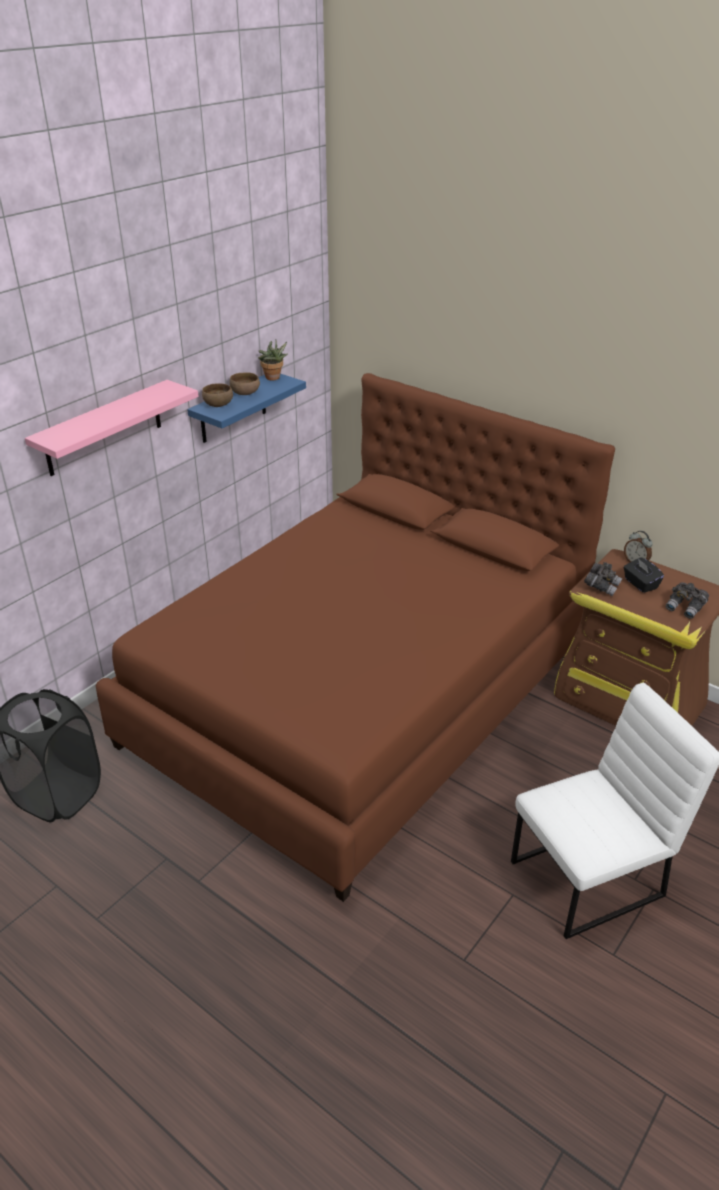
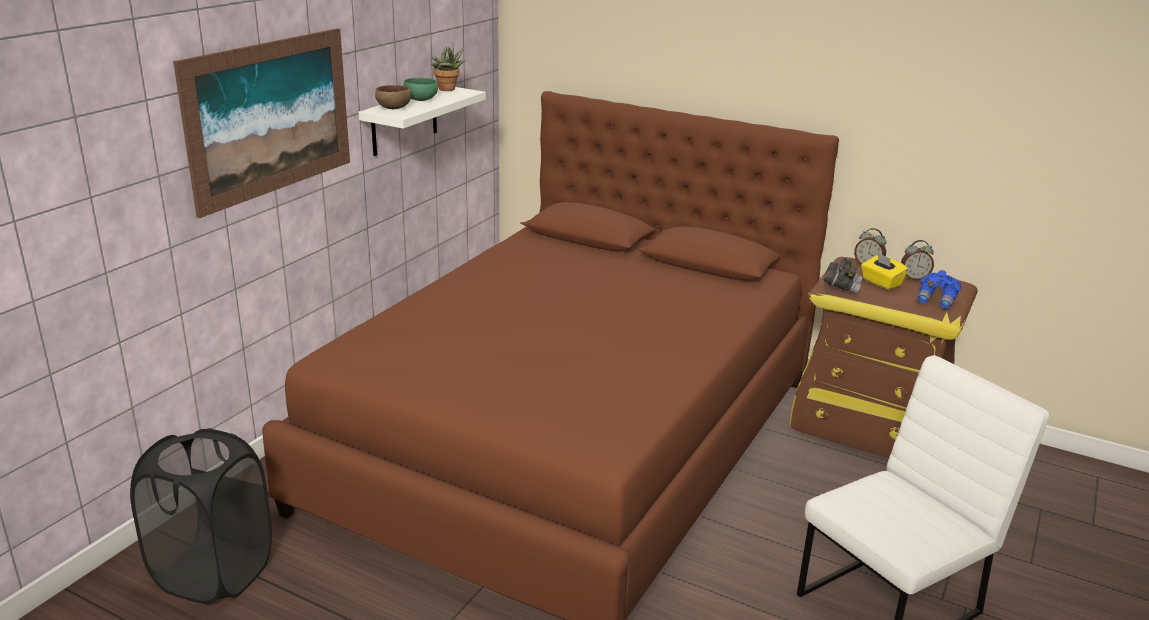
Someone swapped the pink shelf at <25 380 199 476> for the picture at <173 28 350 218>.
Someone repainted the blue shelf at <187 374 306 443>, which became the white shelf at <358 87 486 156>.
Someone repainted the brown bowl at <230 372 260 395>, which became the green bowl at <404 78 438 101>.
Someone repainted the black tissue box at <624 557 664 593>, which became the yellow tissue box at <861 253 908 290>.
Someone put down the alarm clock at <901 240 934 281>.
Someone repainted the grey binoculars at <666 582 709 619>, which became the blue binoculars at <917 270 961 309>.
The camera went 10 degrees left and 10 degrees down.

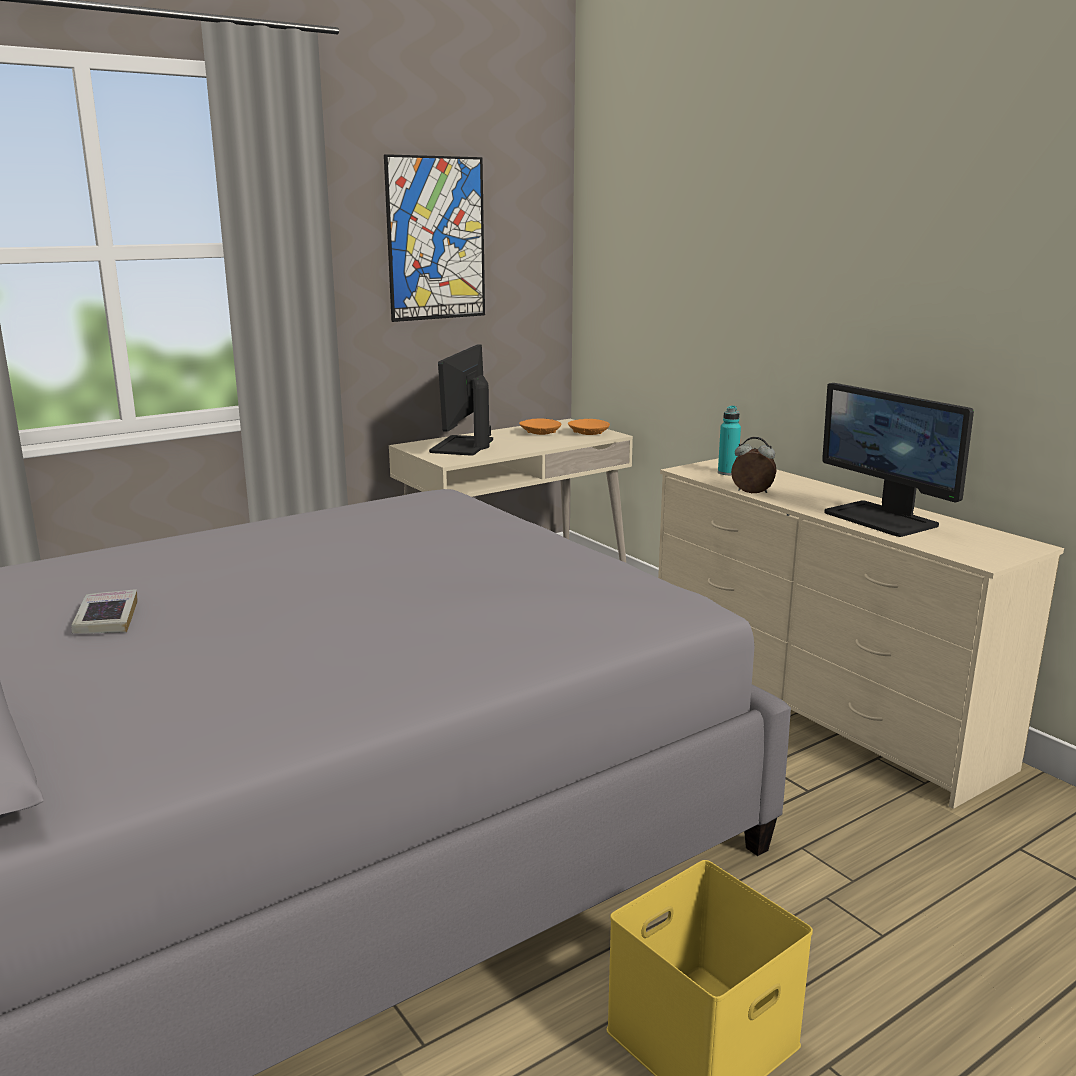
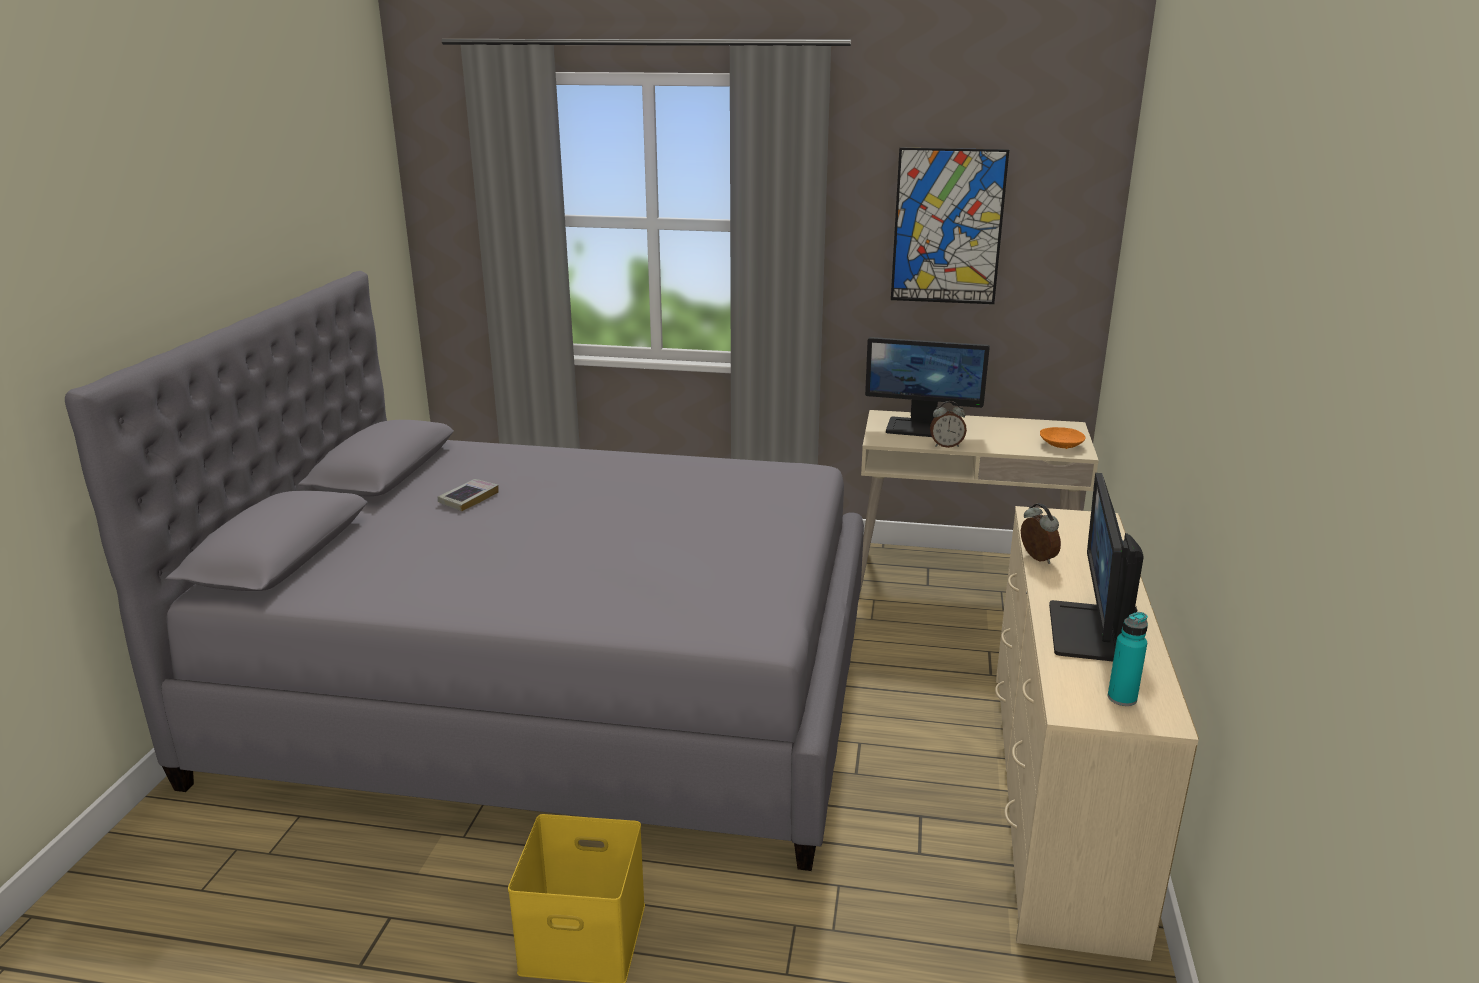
Someone rotated the monitor at <429 345 493 456> by 135 degrees counterclockwise.
Someone put down the alarm clock at <930 401 967 448>.
Someone carried the turquoise bottle from <718 405 741 475> to <1108 612 1148 706>.
Someone took away the orange bowl at <519 418 562 435>.
The camera went 45 degrees right and 5 degrees up.

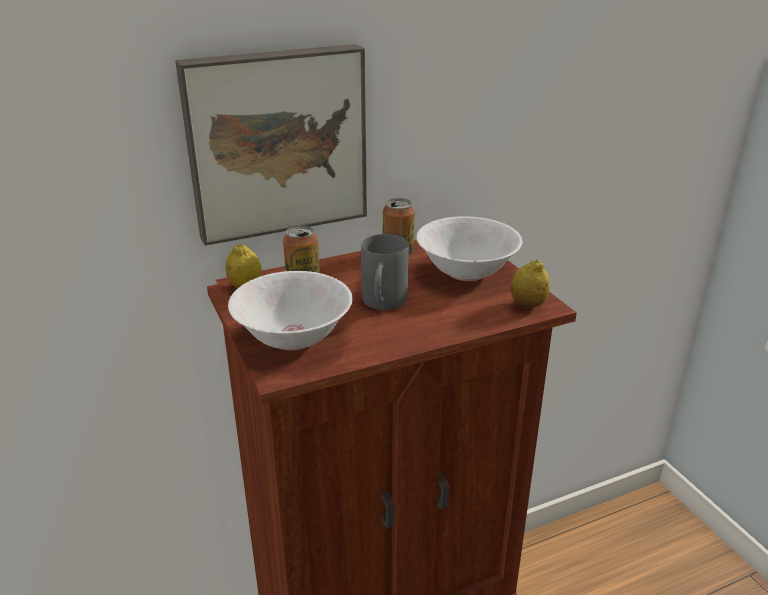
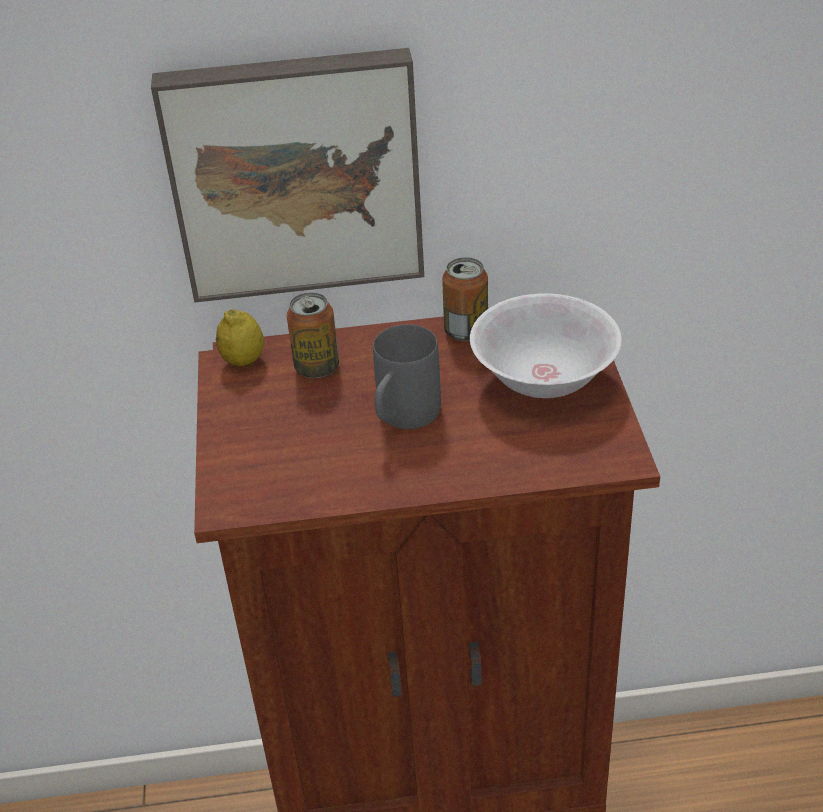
Someone took away the white bowl at <228 271 353 351>.
Someone took away the lemon at <511 259 550 308>.
The camera went 20 degrees right and 10 degrees up.

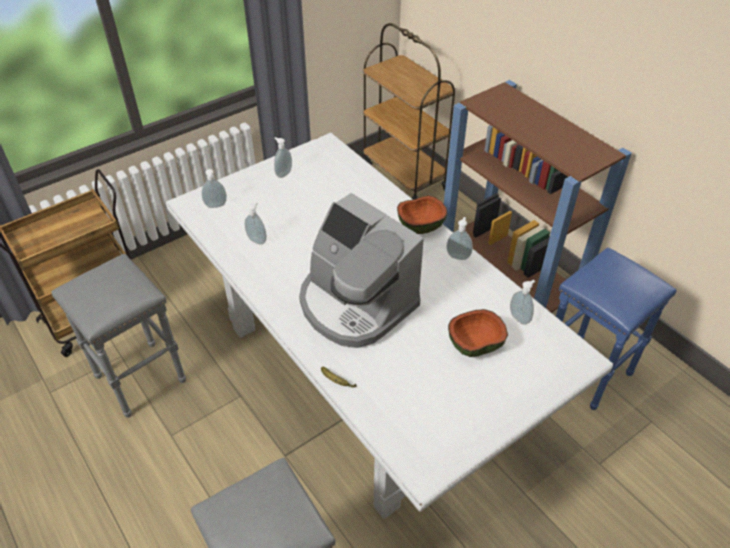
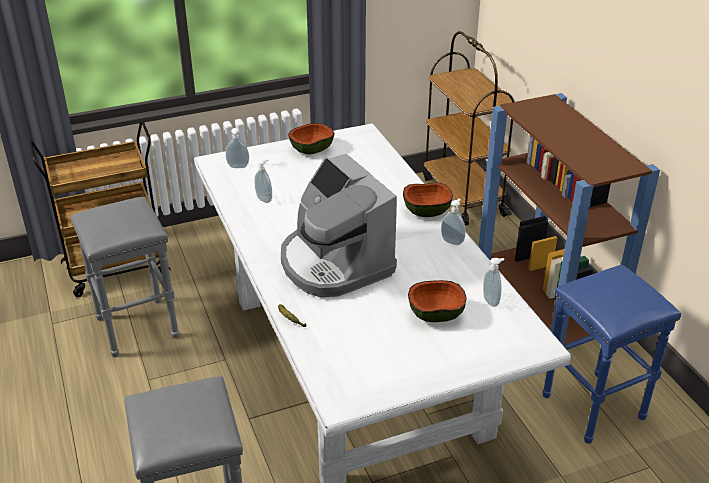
Someone swapped the soap dispenser at <274 137 292 178> for the bowl at <288 123 334 154>.
The camera went 15 degrees right and 10 degrees down.

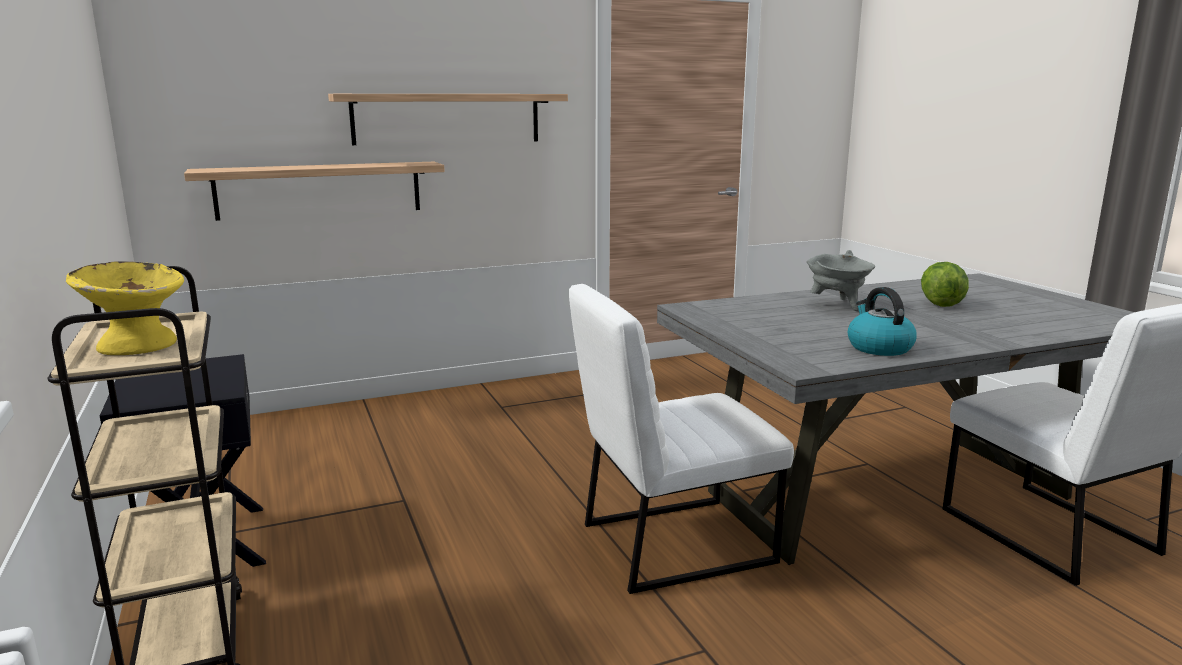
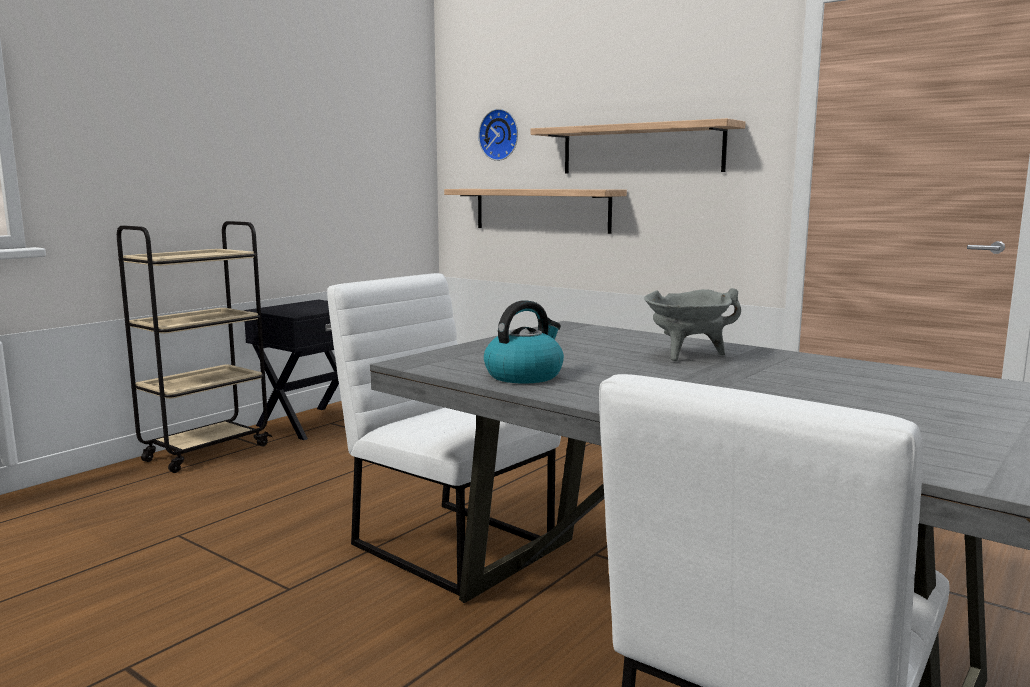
Someone put up the wall clock at <478 109 518 161>.
Someone took away the yellow bowl at <66 261 184 355>.
Someone took away the lettuce at <921 262 969 307>.
The camera went 60 degrees right and 5 degrees down.

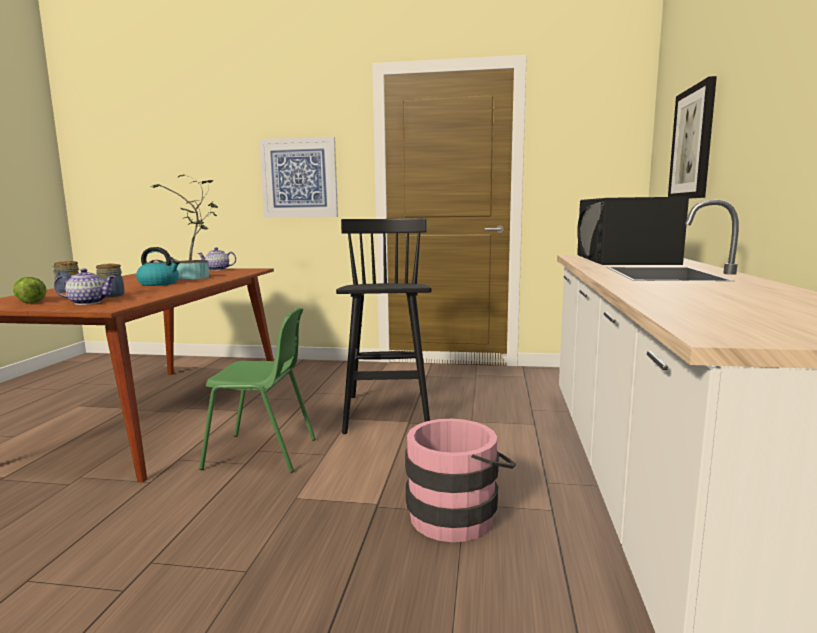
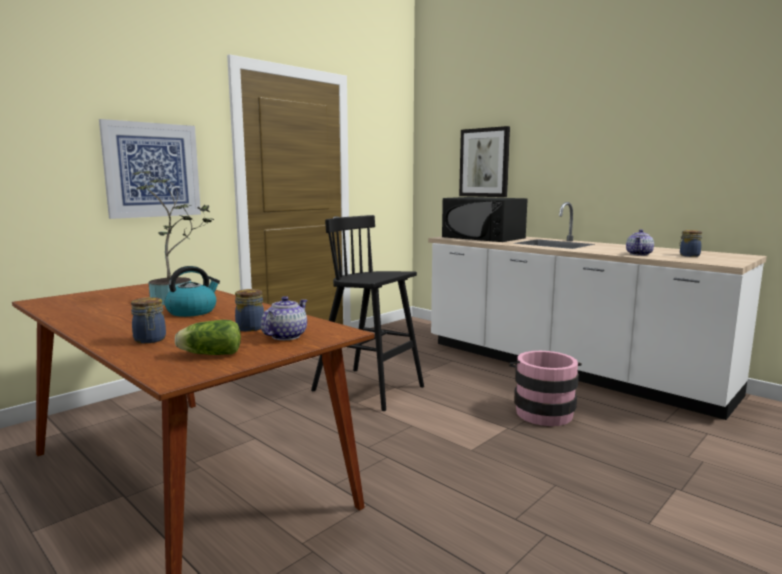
Someone carried the teapot from <197 247 236 271> to <626 229 654 256>.
Someone put down the jar at <679 230 702 257>.
Someone took away the green chair at <199 308 316 473>.
The camera went 55 degrees left and 0 degrees up.

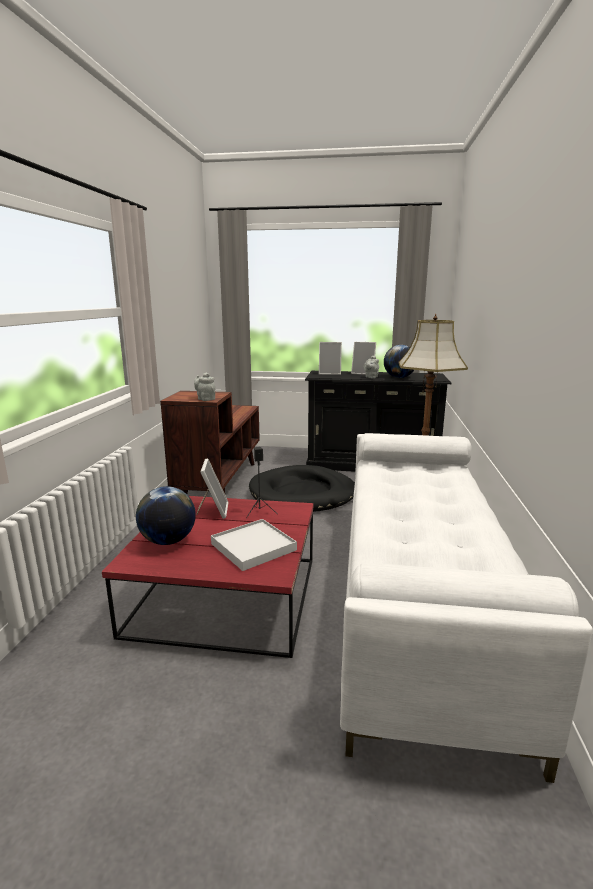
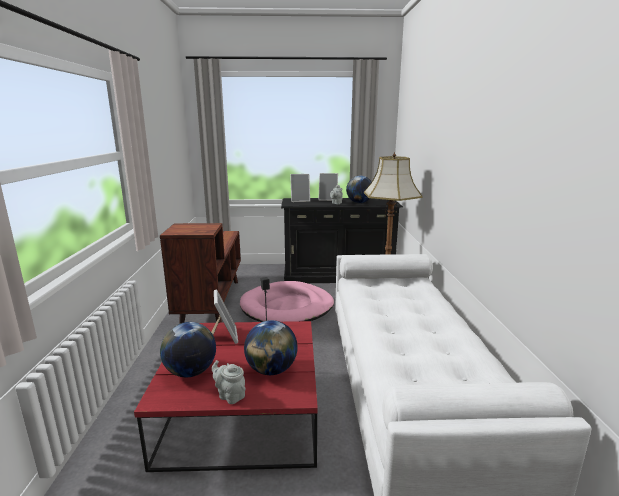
Someone carried the grey teapot from <194 373 215 401> to <212 360 246 404>.
Someone repainted the black dog bed at <249 465 355 512>, which became the pink dog bed at <240 281 334 322>.
Someone swapped the white tray at <211 519 297 571> for the globe at <244 320 298 375>.
The camera went 10 degrees left and 0 degrees up.

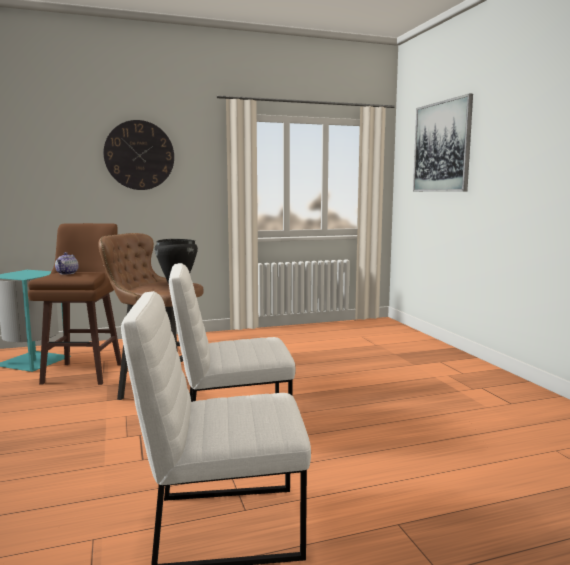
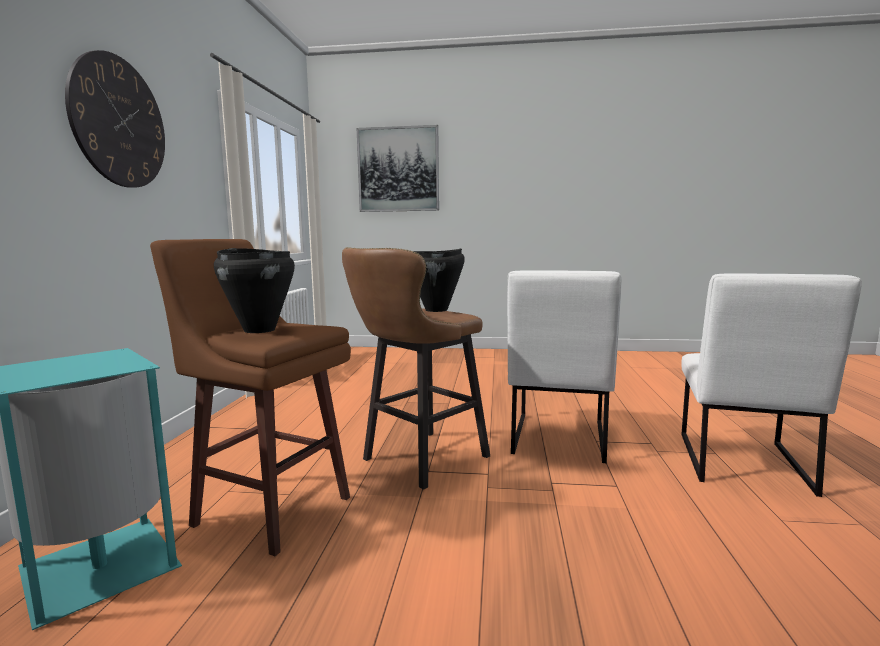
Someone swapped the teapot at <55 252 78 274> for the black cooking pot at <214 248 295 333>.
The camera went 65 degrees left and 0 degrees up.

